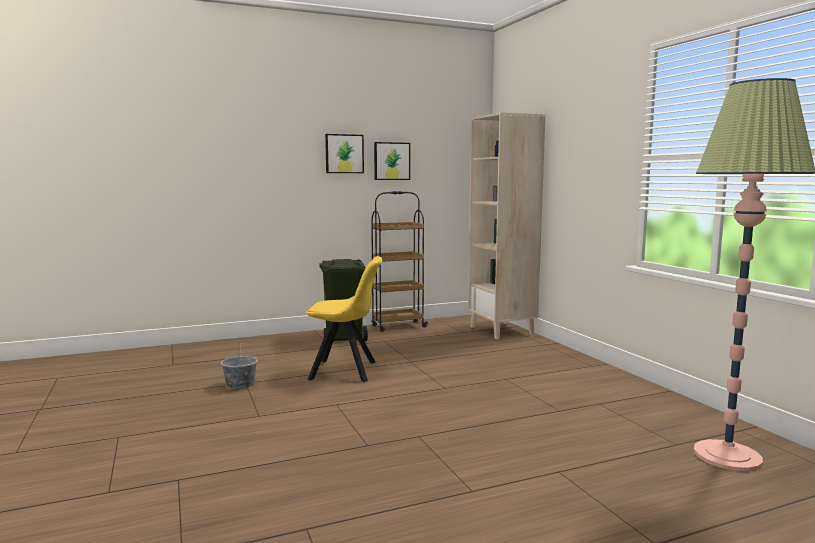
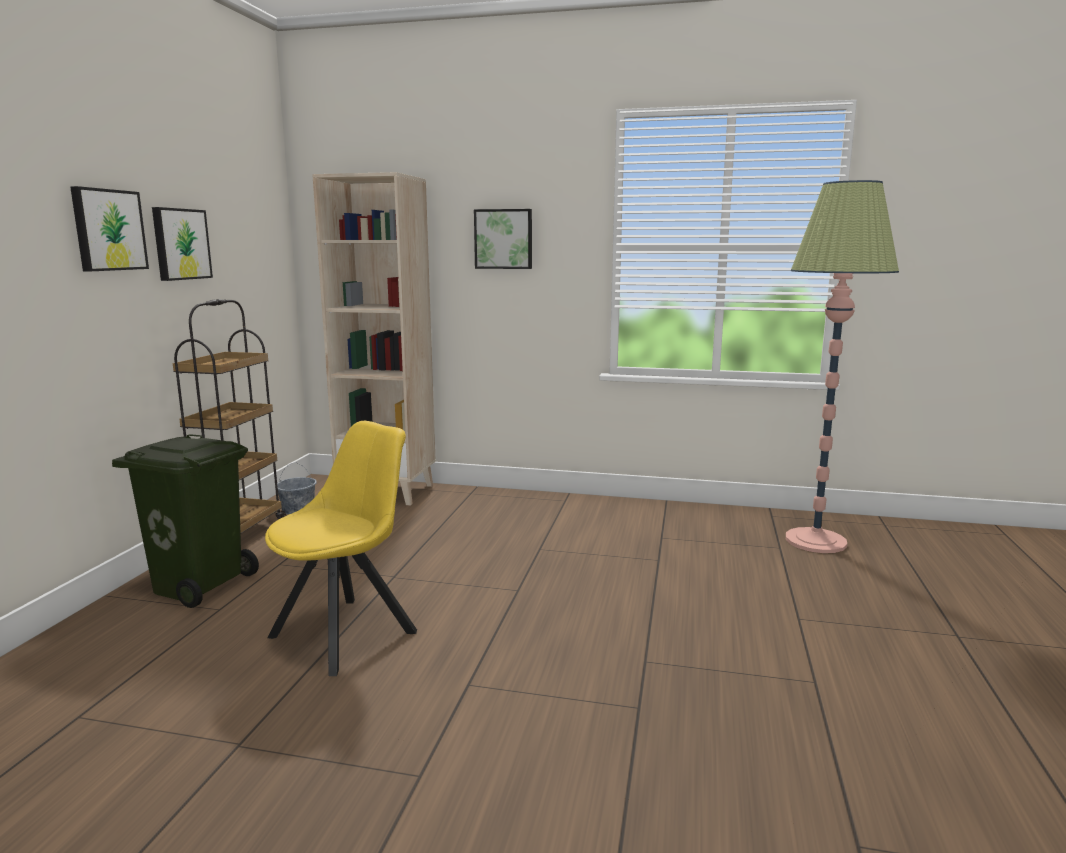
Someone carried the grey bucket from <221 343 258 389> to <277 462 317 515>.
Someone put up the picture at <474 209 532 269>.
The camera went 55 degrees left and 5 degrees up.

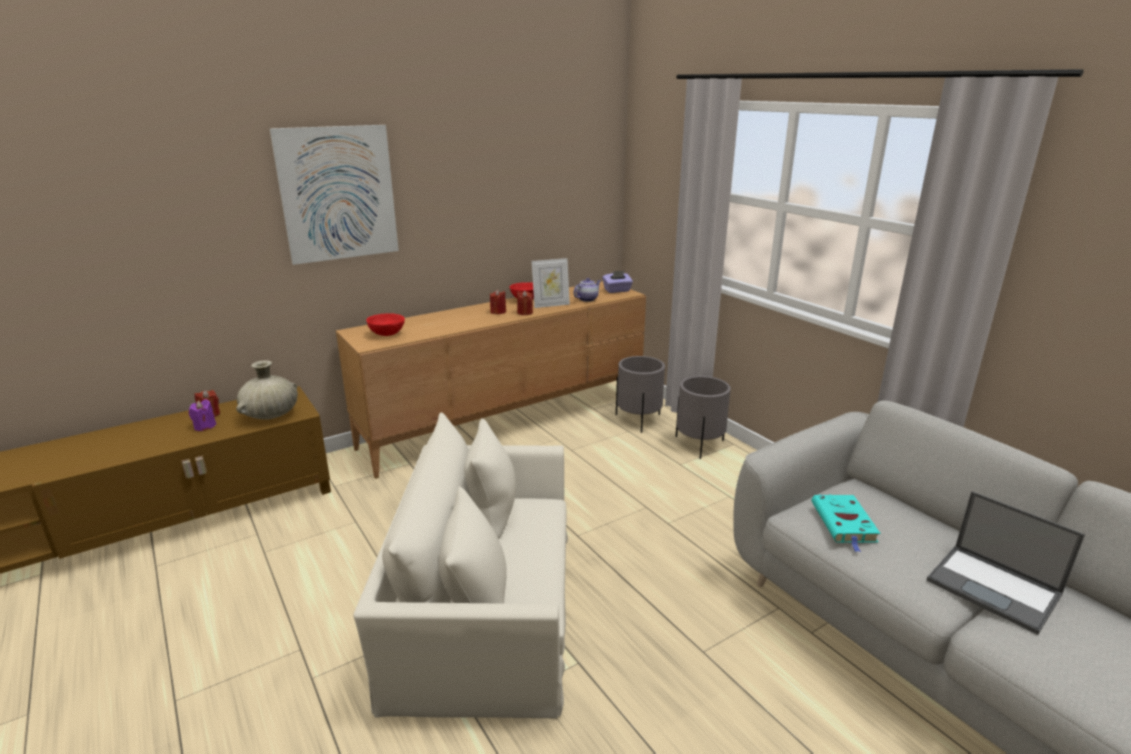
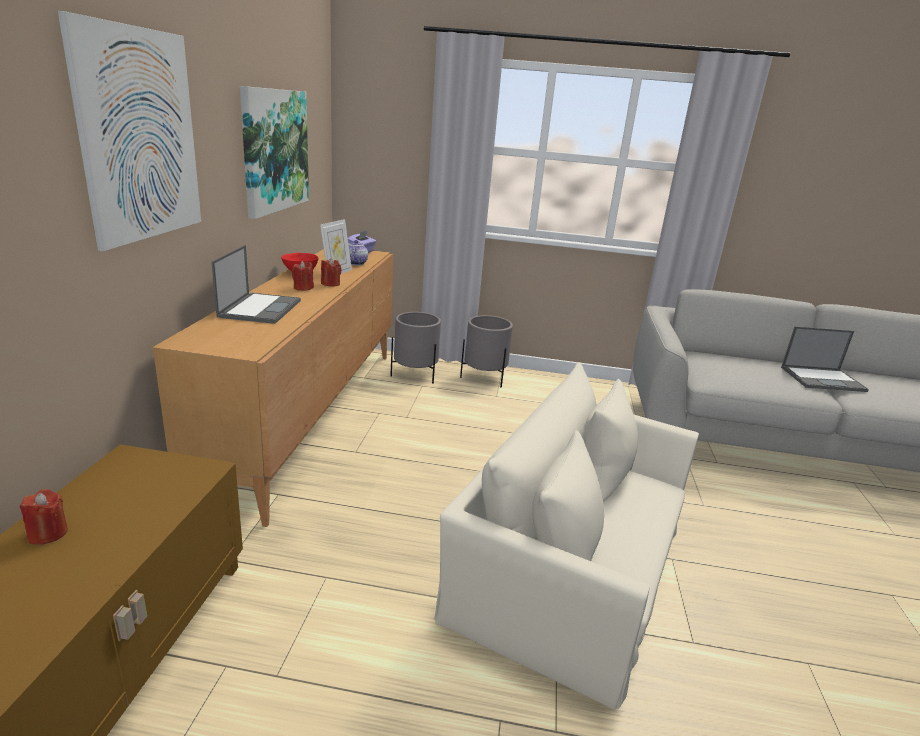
Someone put down the laptop at <212 245 301 324>.
Someone put up the picture at <240 86 309 219>.
Someone rotated the beige armchair at <353 412 568 719> by 75 degrees clockwise.
Someone took away the purple candle at <189 399 216 431>.
Someone took away the beige vase at <236 360 298 420>.
Someone took away the red bowl at <366 313 405 336>.
Someone took away the turquoise book at <812 494 880 552>.
The camera went 50 degrees left and 0 degrees up.

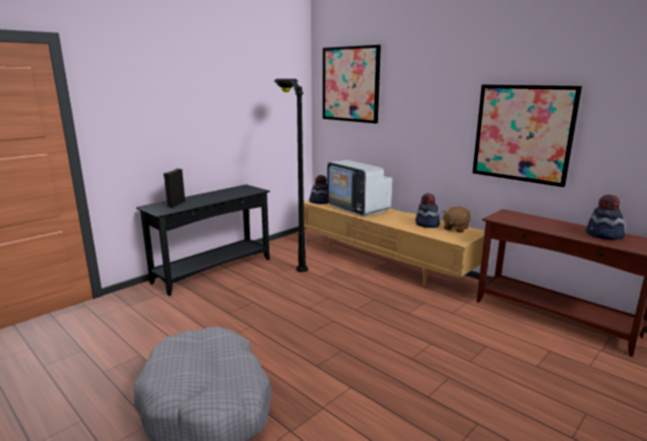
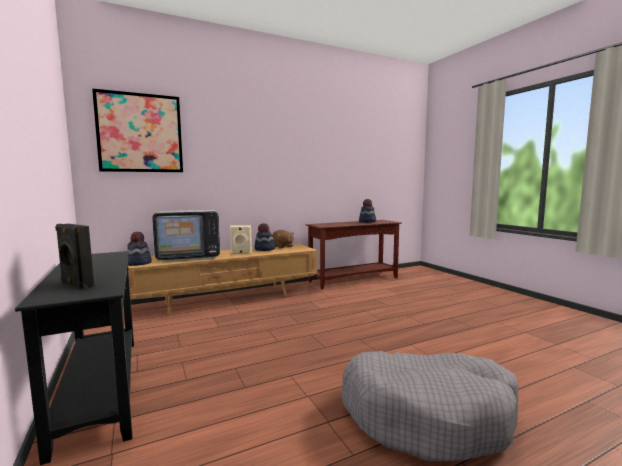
Someone put down the beige speaker at <230 225 252 254>.
Someone took away the black floor lamp at <273 79 308 272>.
Someone took away the picture at <473 85 582 187>.
The camera went 70 degrees left and 10 degrees down.

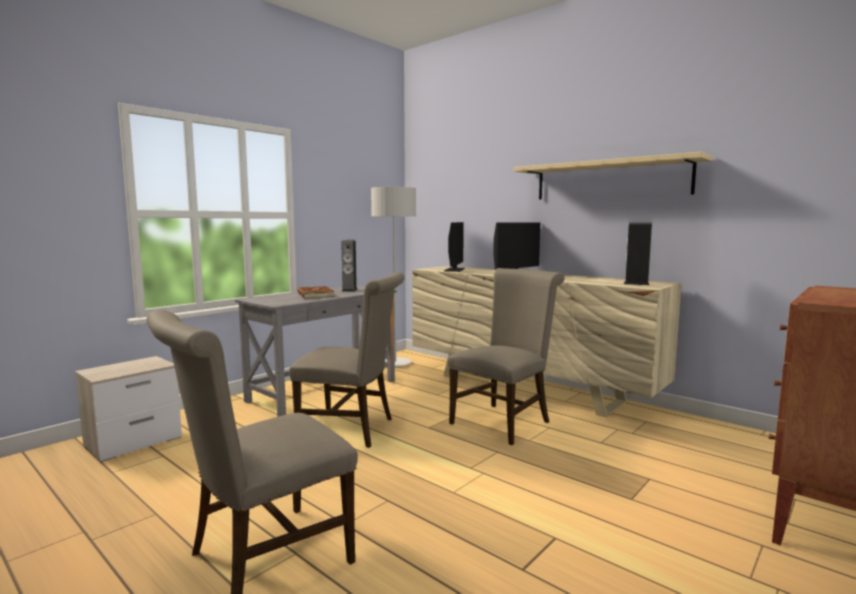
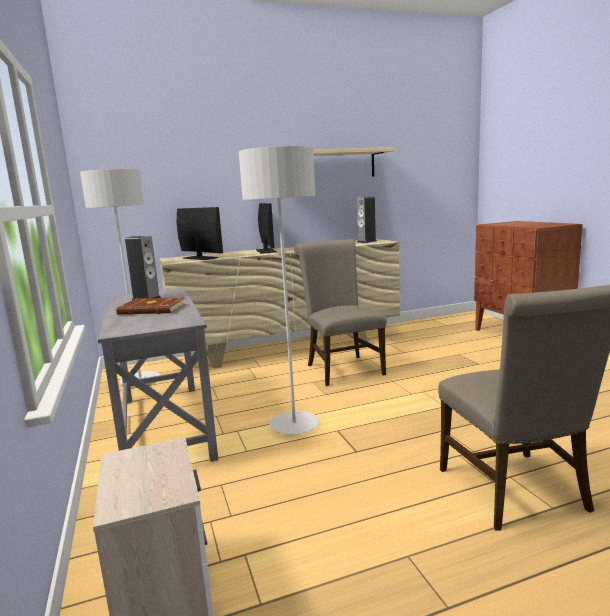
Someone swapped the beige chair at <289 272 405 448> for the grey floor lamp at <239 146 319 434>.
The camera went 60 degrees left and 5 degrees up.

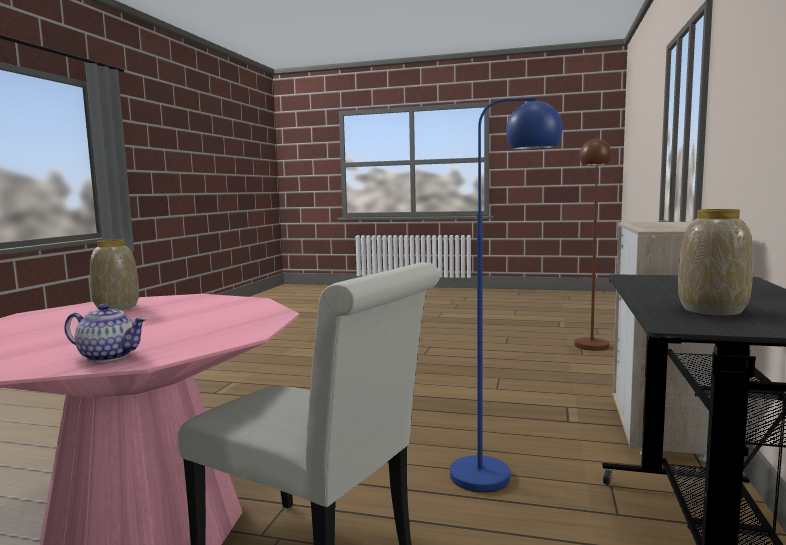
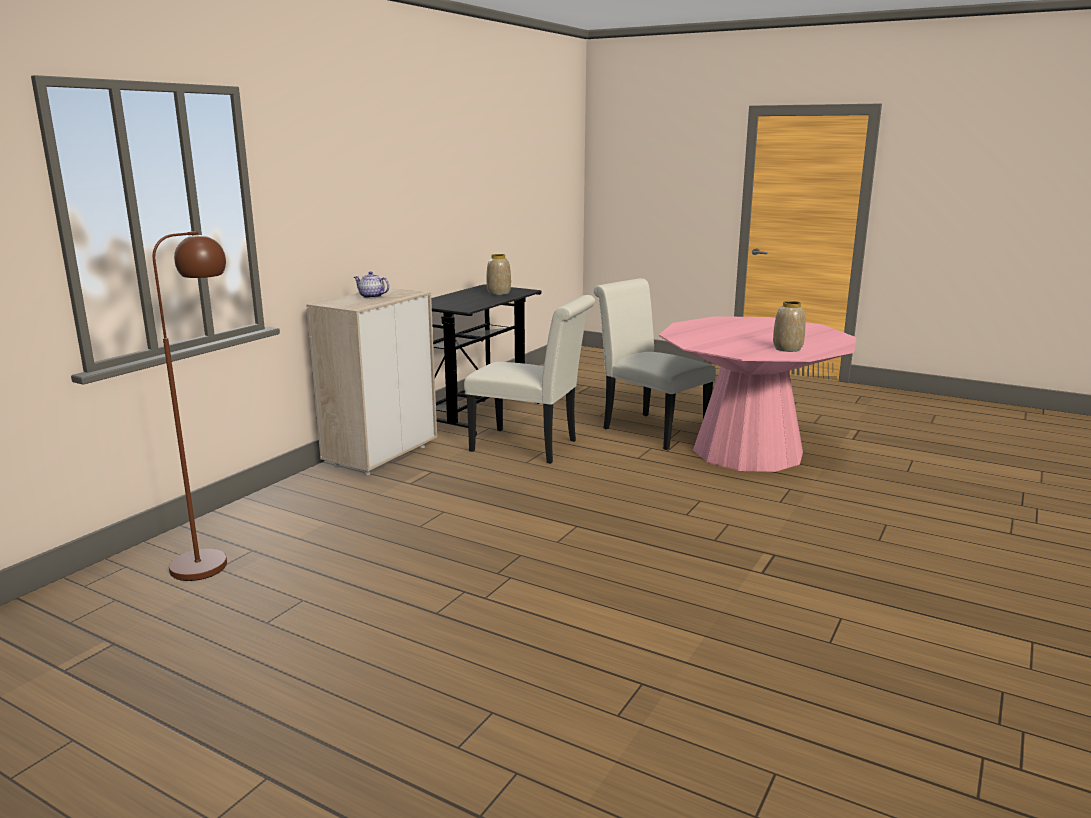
Someone carried the teapot from <64 303 147 362> to <354 271 389 298>.
Someone swapped the blue floor lamp at <450 97 563 492> for the white chair at <464 295 595 464>.
The camera went 165 degrees left and 10 degrees up.

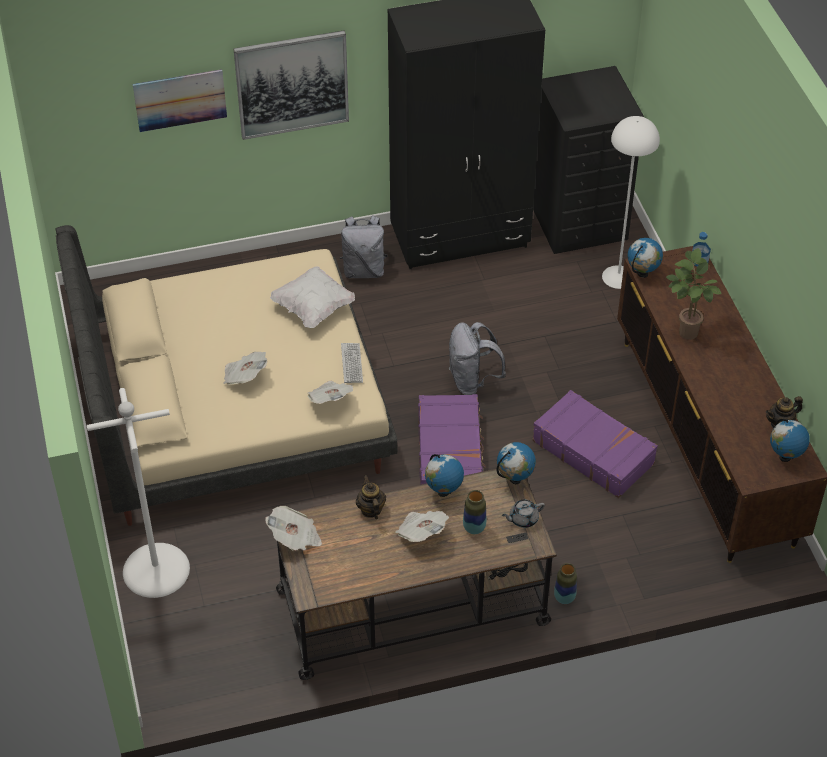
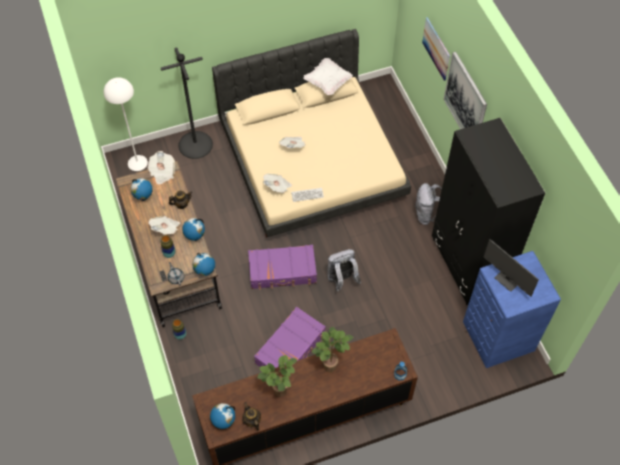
Someone carried the white floor lamp from <602 116 660 289> to <104 77 148 171>.
Someone carried the globe from <628 238 663 278> to <131 178 153 201>.
Someone repainted the white clothes rack at <87 388 190 598>, which became the black clothes rack at <161 47 213 159>.
Someone put down the potted plant at <257 355 297 397>.
Someone carried the white pillow from <270 266 355 328> to <304 58 353 95>.
Someone repainted the black dresser at <533 66 644 254>, which became the blue dresser at <463 251 561 368>.
Someone put down the monitor at <484 239 539 297>.
The camera went 85 degrees right and 10 degrees up.

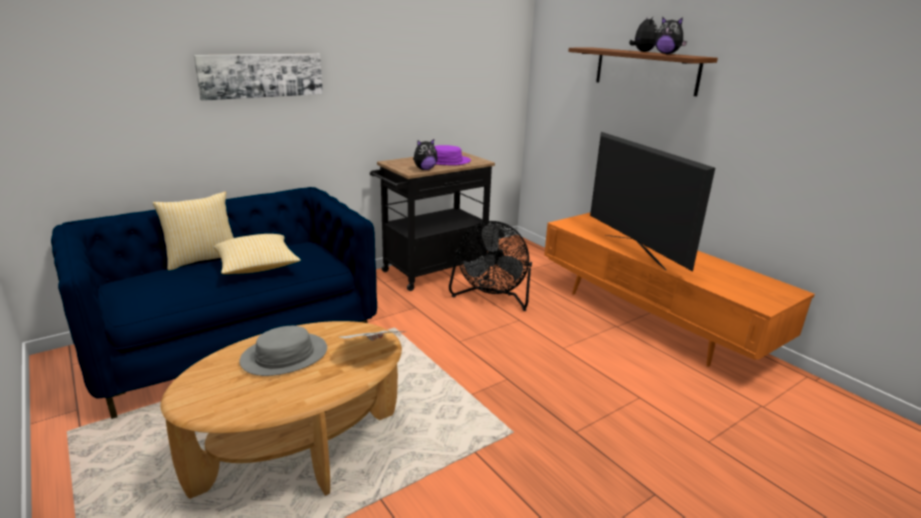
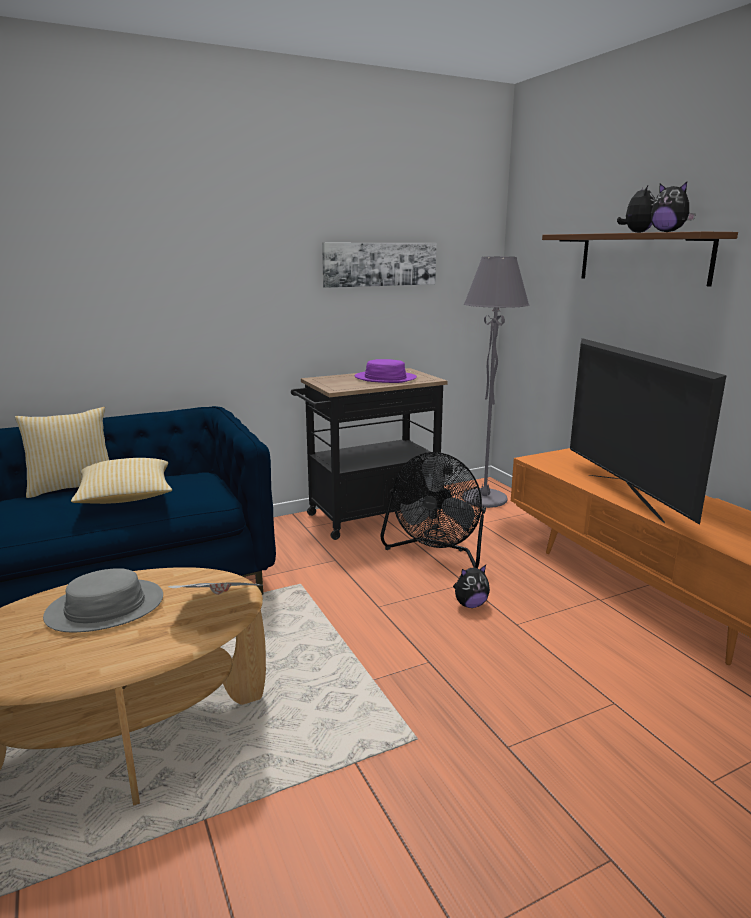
Someone carried the picture from <194 54 323 101> to <322 243 436 288>.
Someone carried the plush toy from <413 139 438 170> to <453 565 490 608>.
Someone put down the grey floor lamp at <462 257 529 508>.
The camera went 10 degrees right and 5 degrees down.

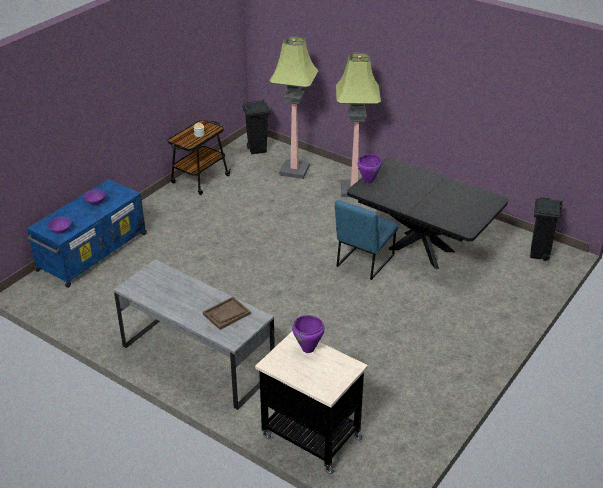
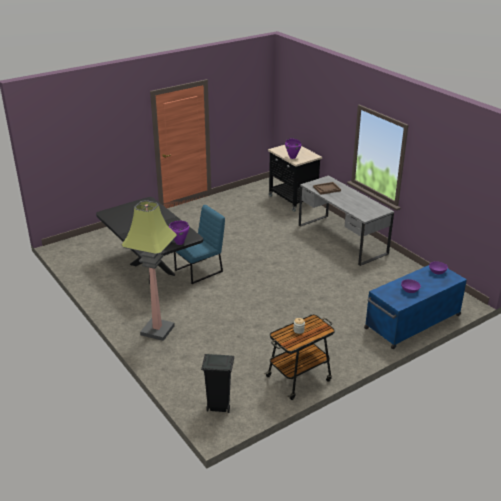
Someone took away the floor lamp at <269 36 319 179>.
Someone took away the black trash can at <530 197 563 261>.
The camera went 160 degrees left and 5 degrees down.

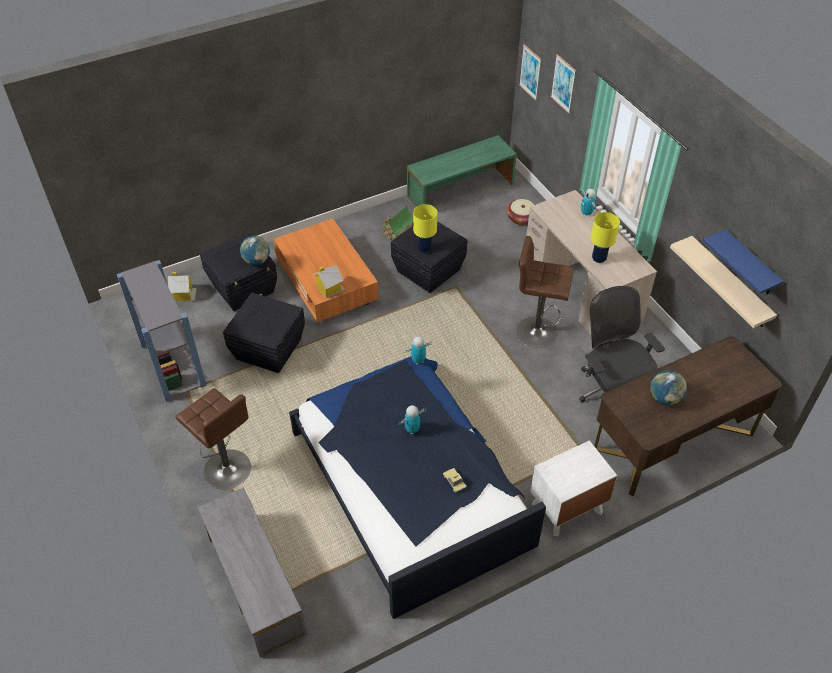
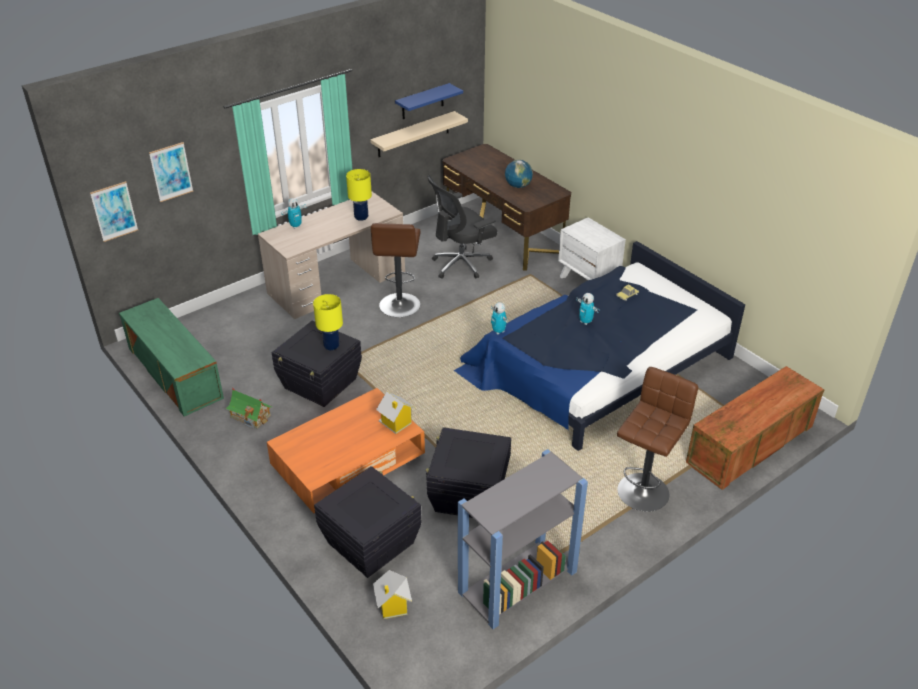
Someone repainted the grey bench at <198 487 307 658>, which became the brown bench at <686 366 824 490>.
Someone took away the globe at <240 236 270 265>.
Someone took away the basket at <507 199 535 225>.
The camera went 100 degrees left and 10 degrees down.

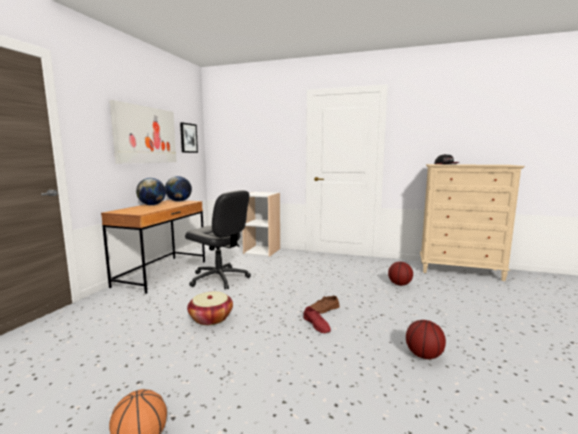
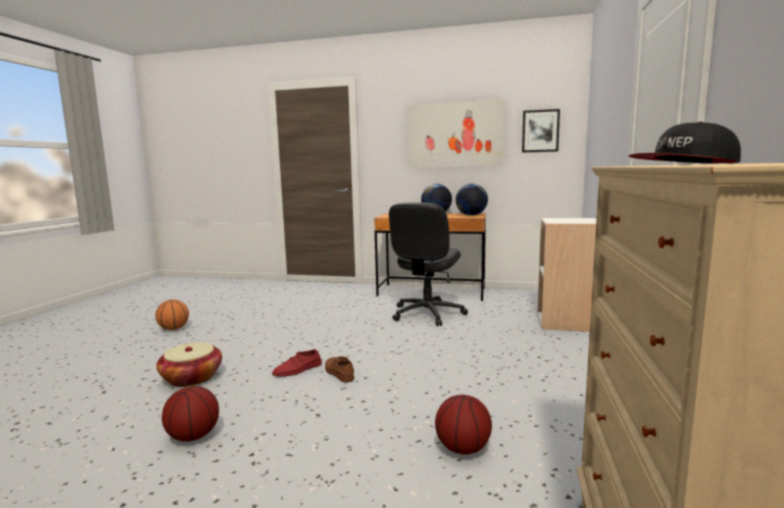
Someone carried the basket from <187 291 233 325> to <156 342 222 387>.
The camera went 85 degrees right and 0 degrees up.

